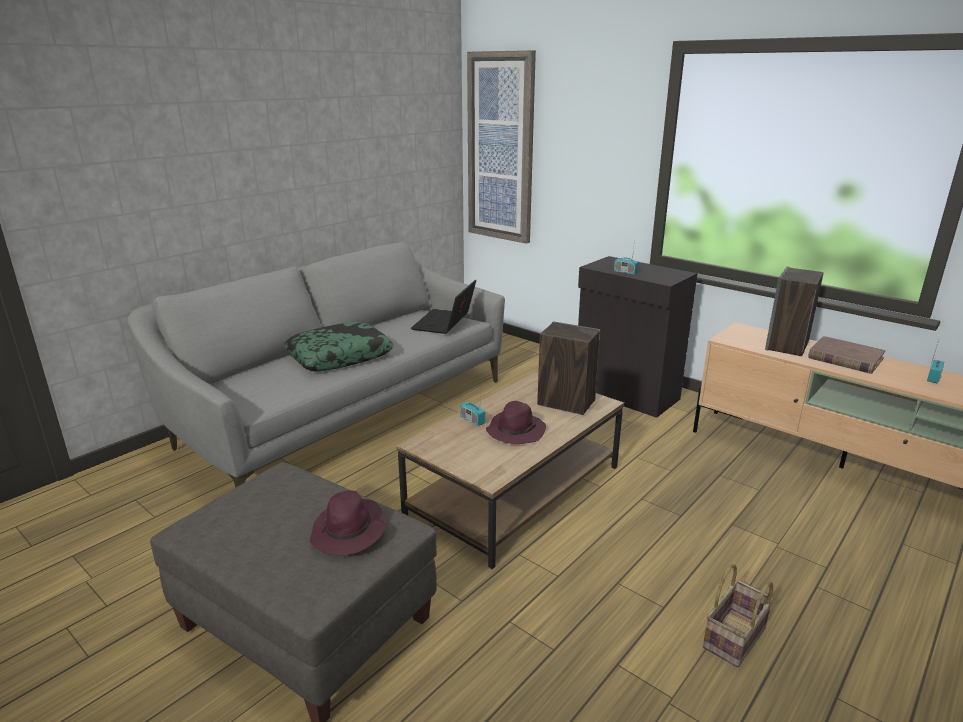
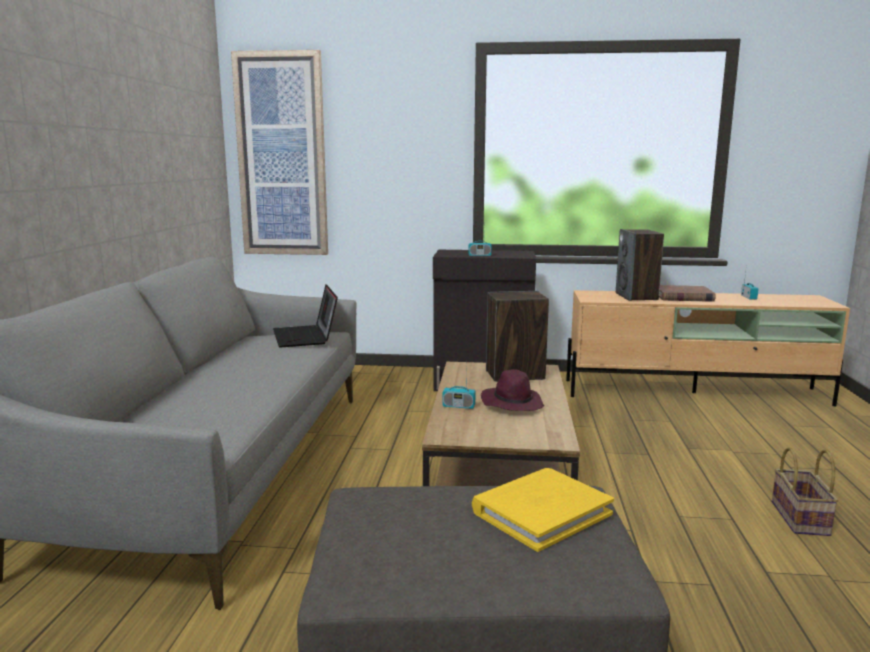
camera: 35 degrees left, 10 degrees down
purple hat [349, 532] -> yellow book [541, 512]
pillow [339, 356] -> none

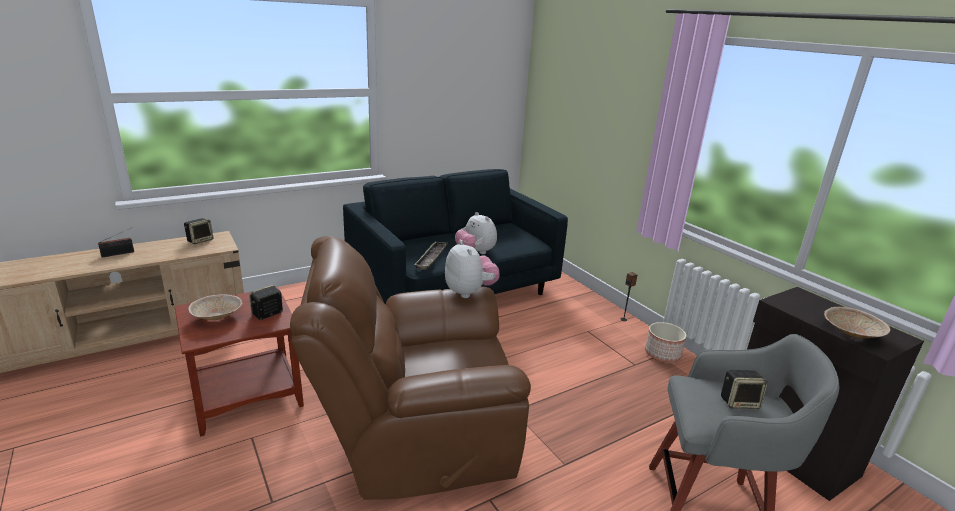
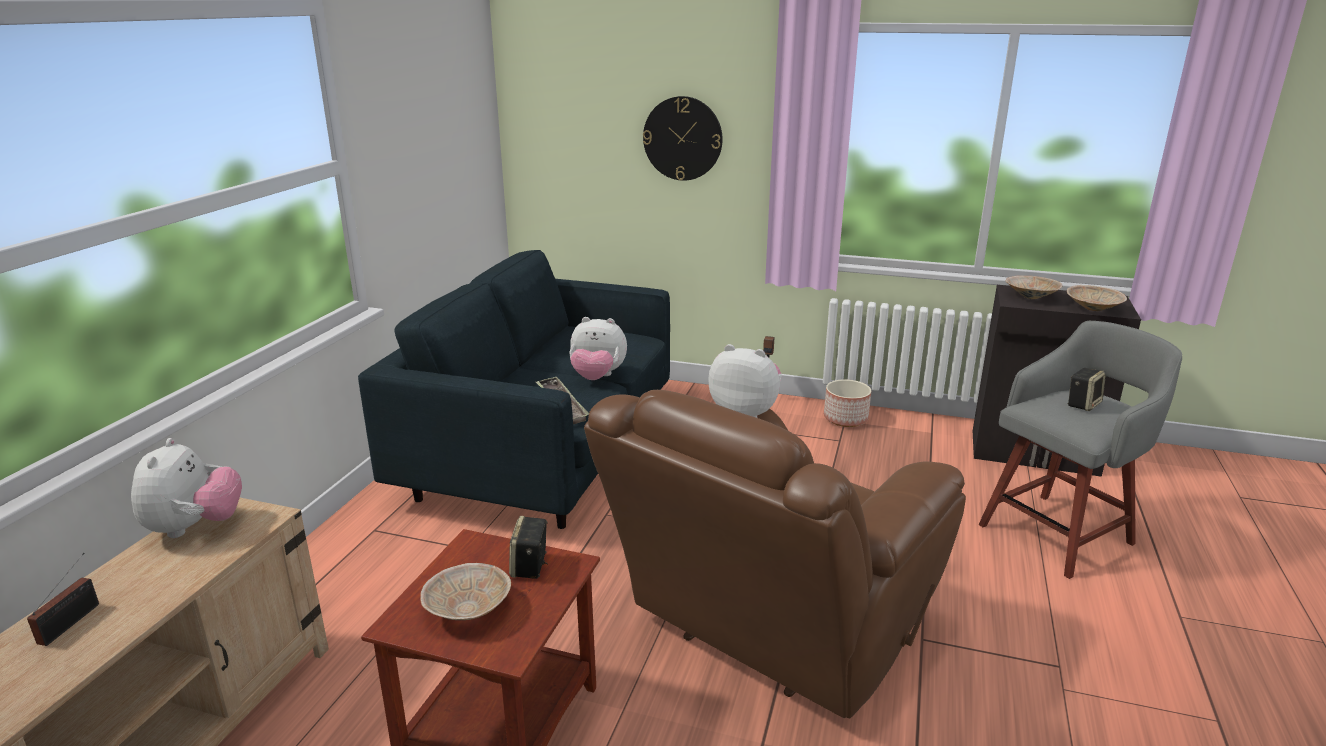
camera: 40 degrees left, 0 degrees up
speaker [200, 240] -> plush toy [195, 527]
none -> wall clock [682, 138]
none -> beige bowl [1030, 296]

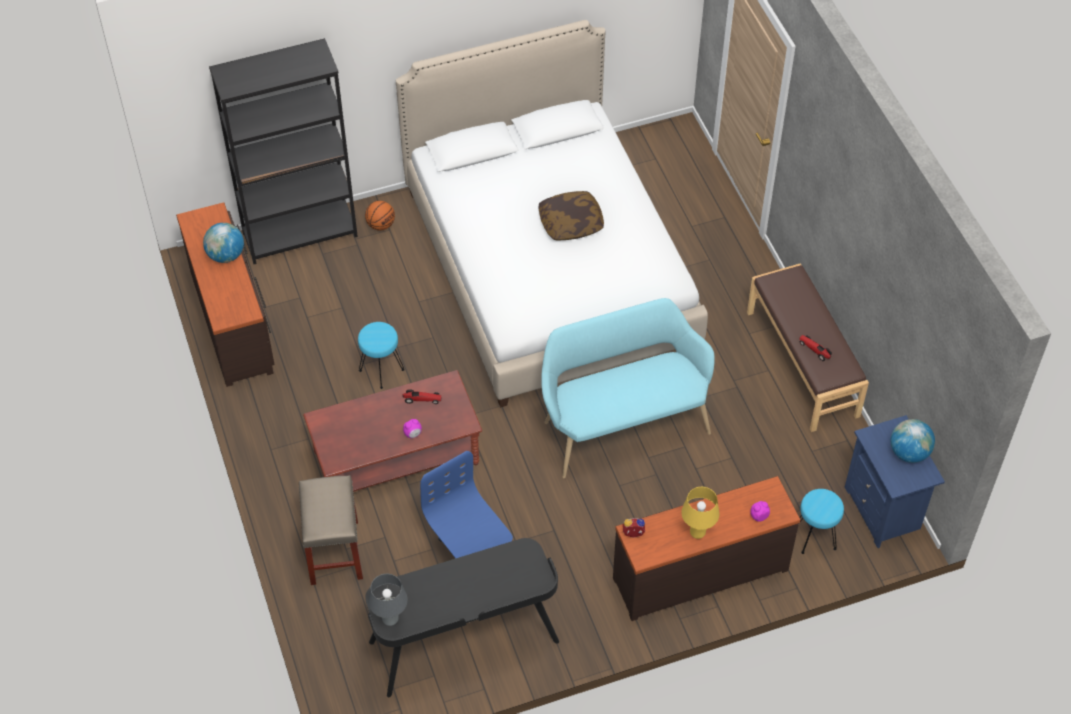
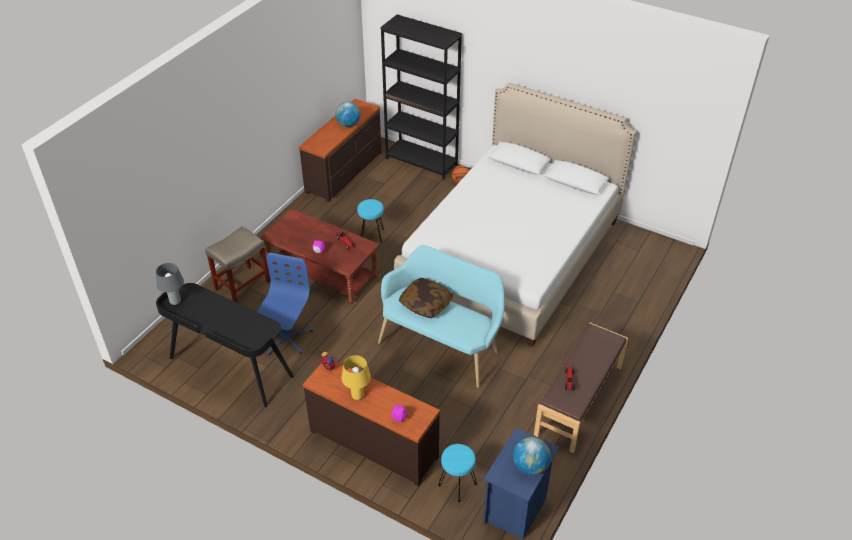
camera: 50 degrees right, 10 degrees down
pillow [571, 223] -> pillow [426, 304], move

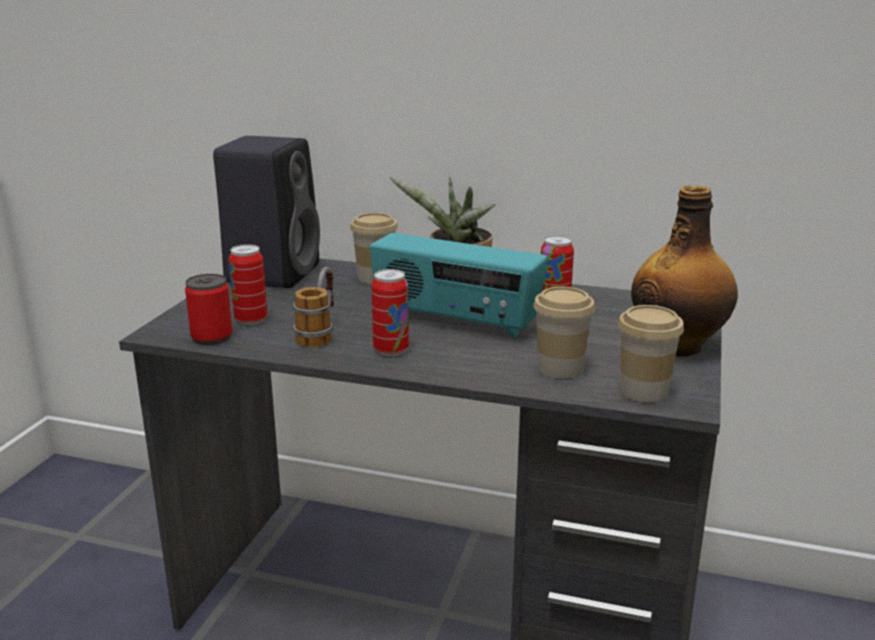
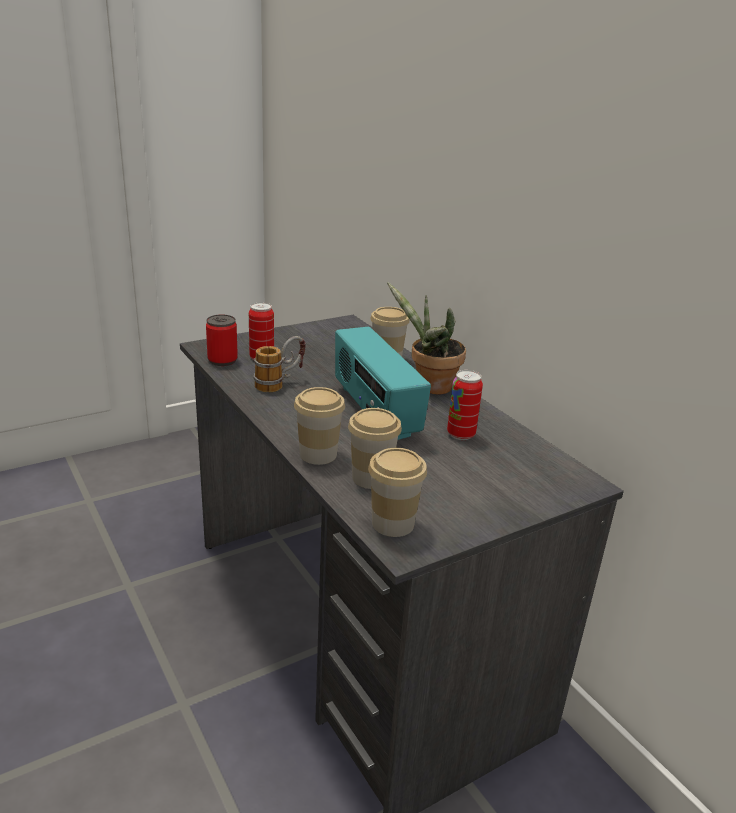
camera: 40 degrees right, 5 degrees up
none -> cup [318, 454]
black speaker [273, 272] -> none
can [391, 350] -> none
bottle [678, 346] -> none

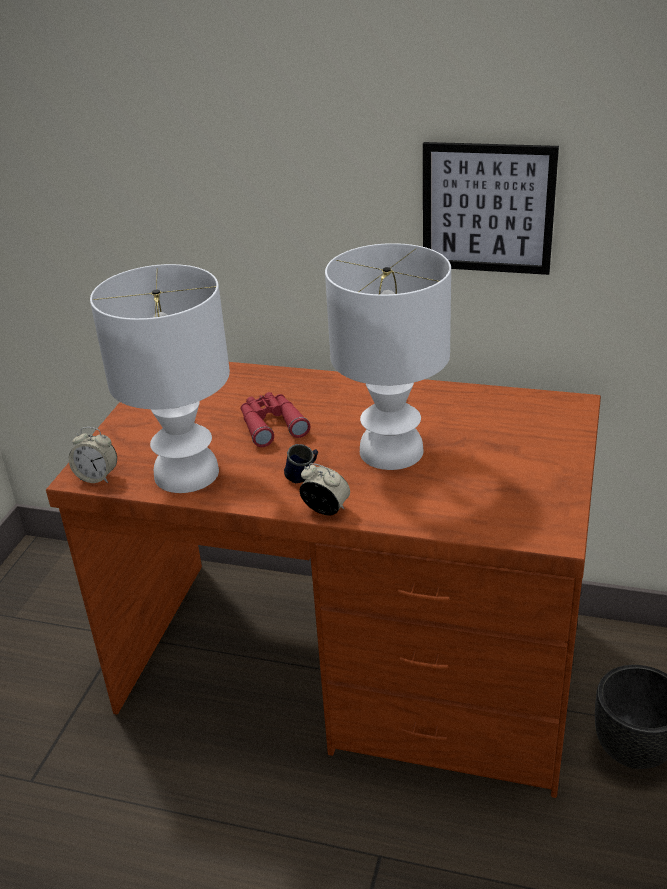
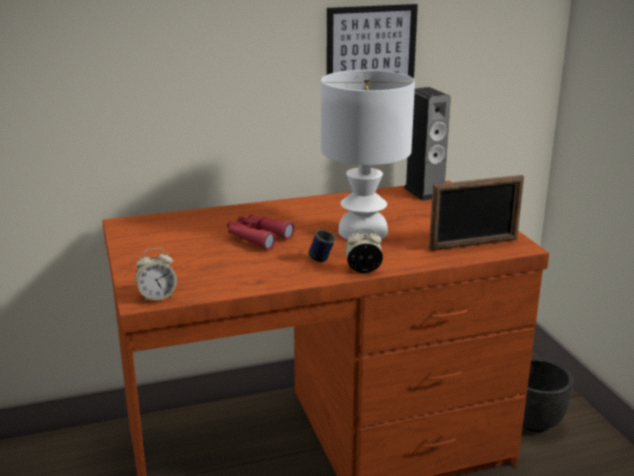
camera: 35 degrees left, 10 degrees down
none -> speaker [424, 192]
none -> picture frame [473, 244]
white table lamp [185, 474] -> none

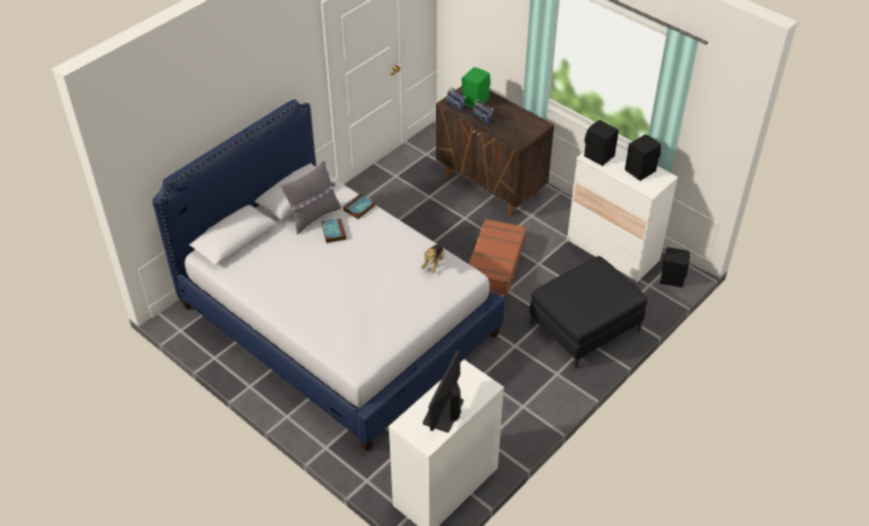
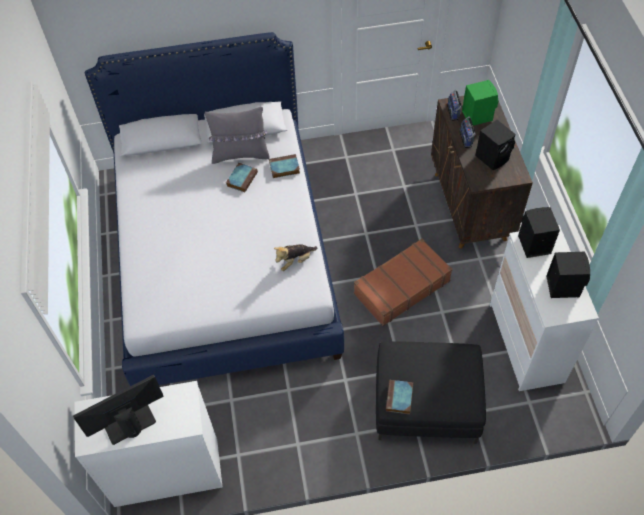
camera: 40 degrees right, 10 degrees up
none -> book [399, 399]
black speaker [672, 278] -> black speaker [493, 157], move

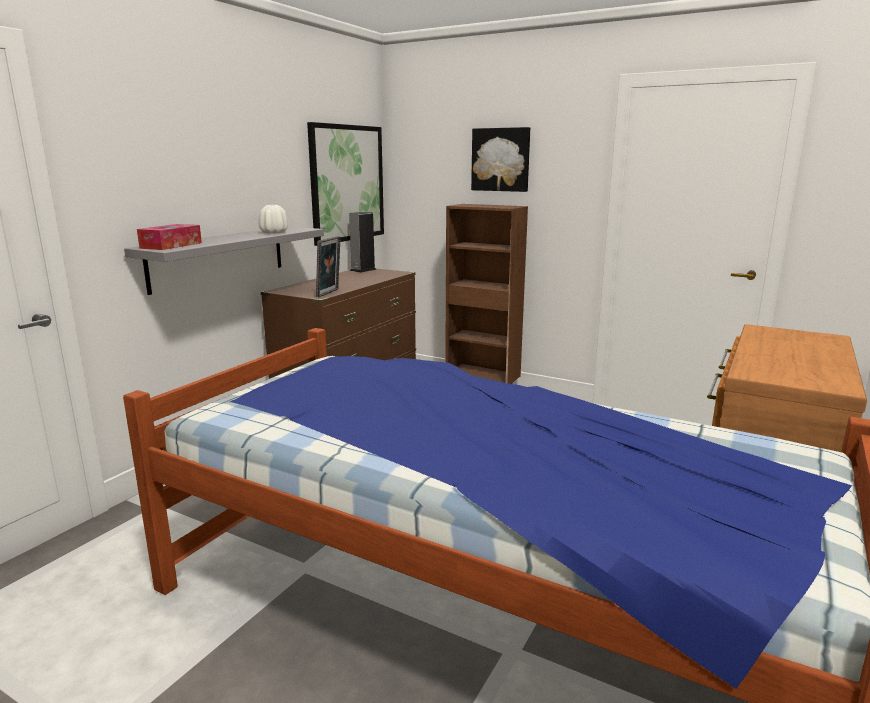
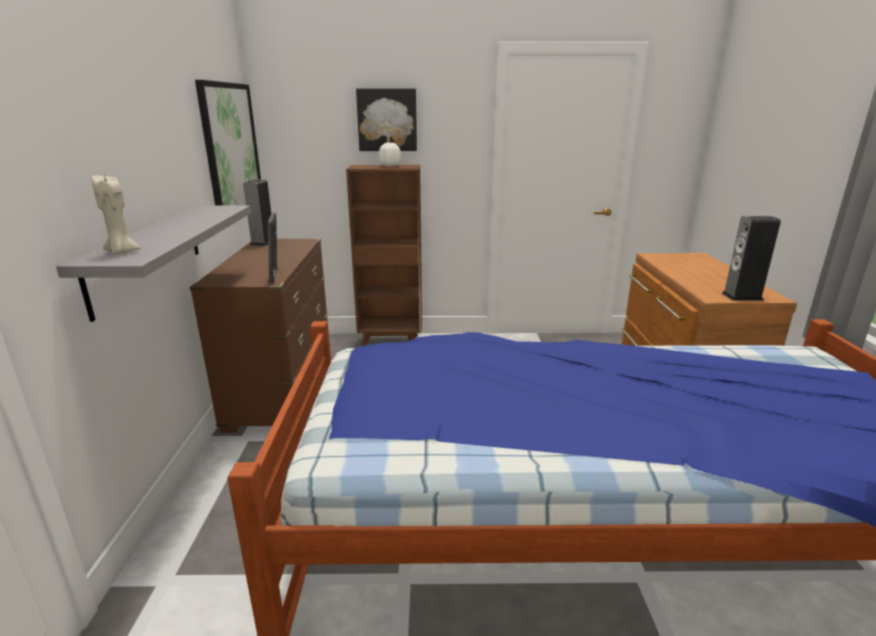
camera: 30 degrees left, 5 degrees up
tissue box [171, 245] -> beige candle [122, 252]
white vase [274, 233] -> white vase [390, 166], move
none -> speaker [742, 296]

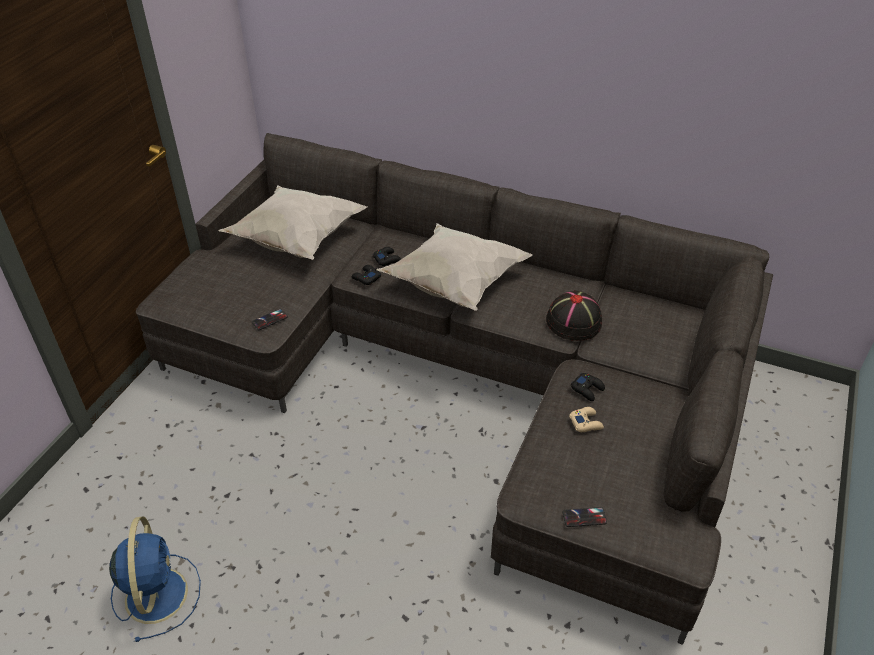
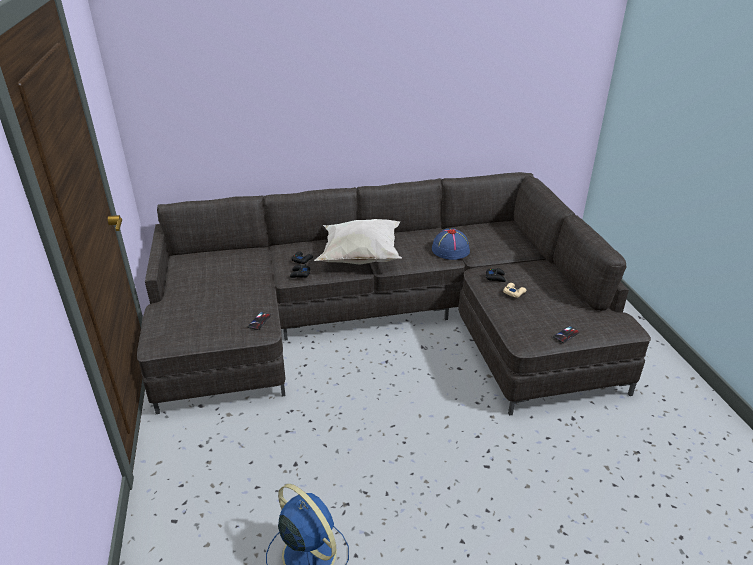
camera: 35 degrees left, 10 degrees down
black hat [574, 321] -> blue hat [450, 249]
white pillow [296, 240] -> none

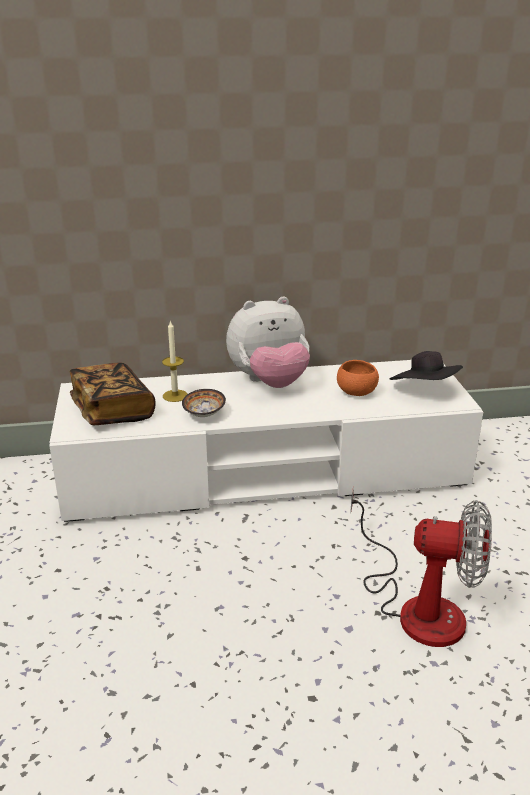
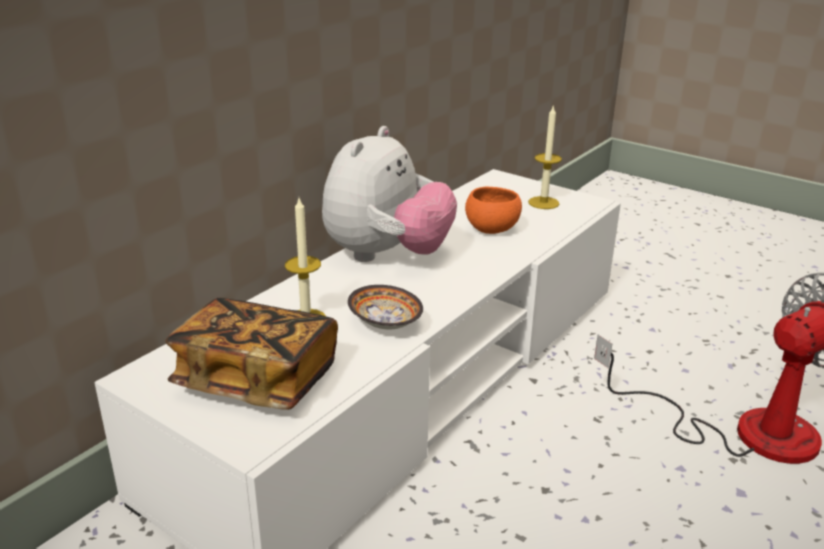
camera: 45 degrees left, 0 degrees up
black hat [425, 390] -> candle [543, 203]

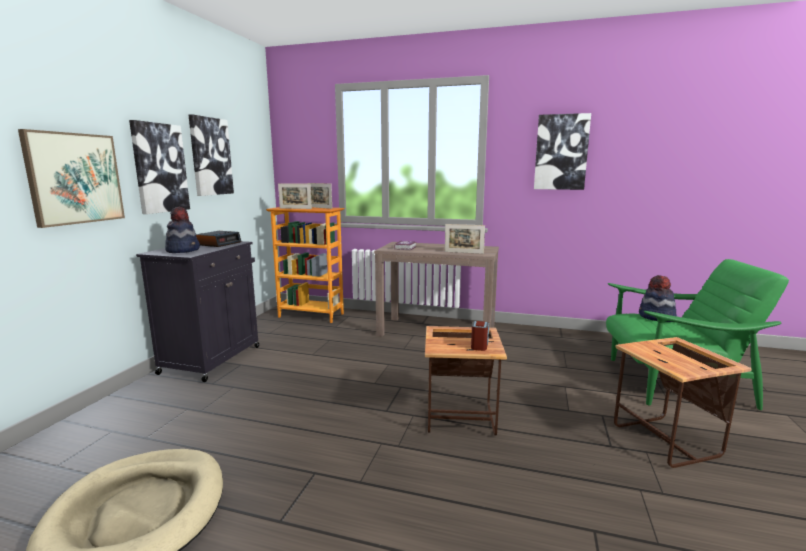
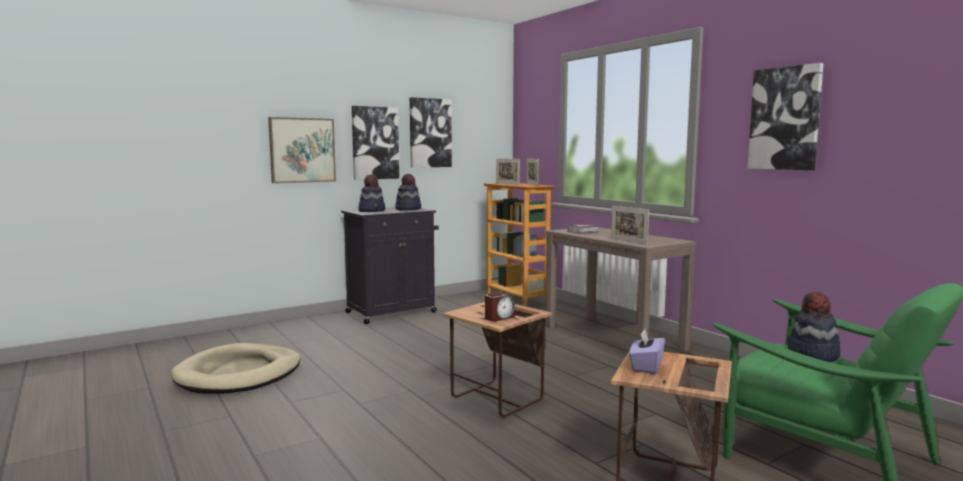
camera: 40 degrees right, 5 degrees down
alarm clock [218, 243] -> hat [408, 209]
none -> purple tissue box [646, 366]

